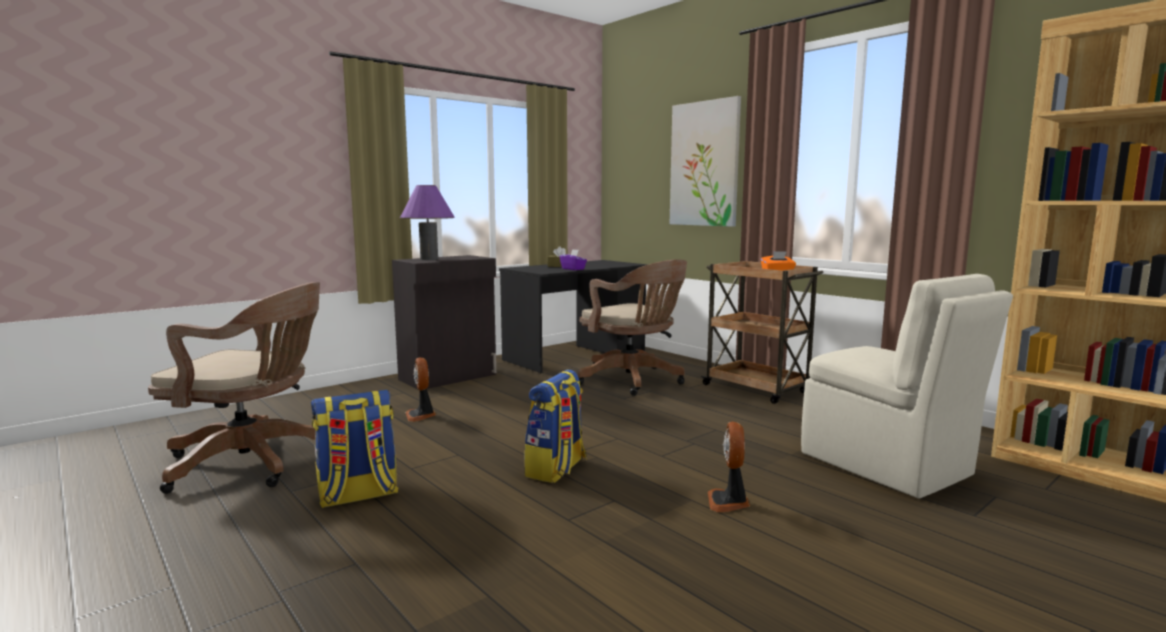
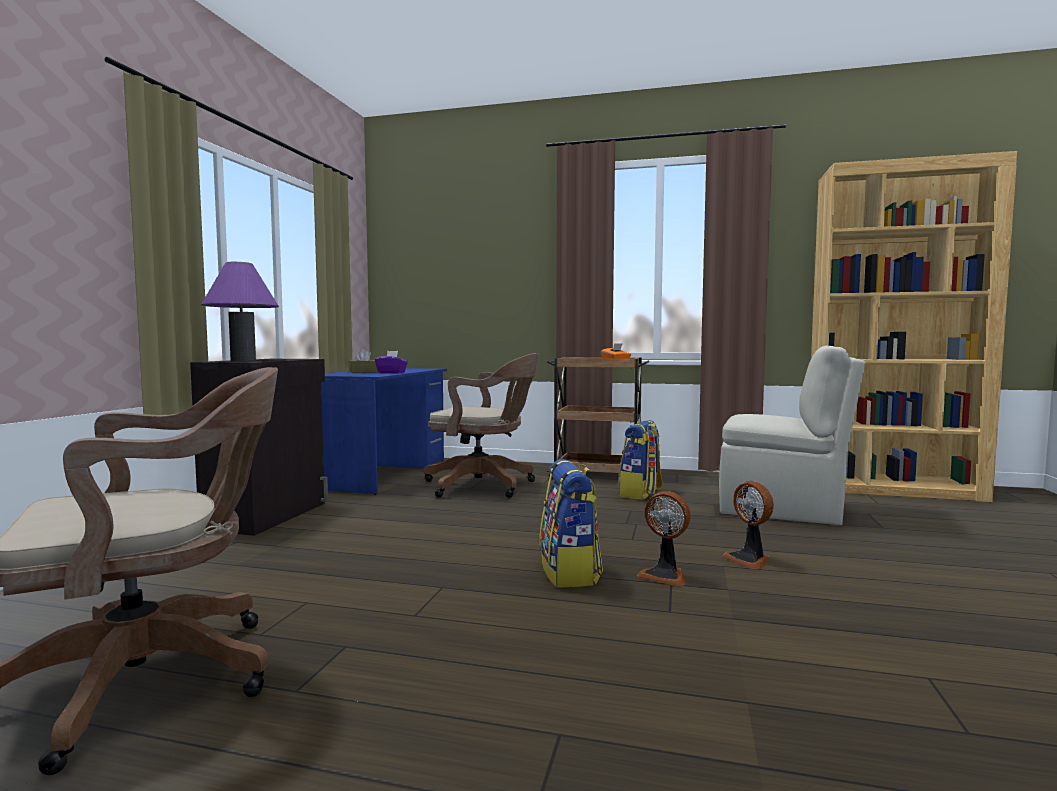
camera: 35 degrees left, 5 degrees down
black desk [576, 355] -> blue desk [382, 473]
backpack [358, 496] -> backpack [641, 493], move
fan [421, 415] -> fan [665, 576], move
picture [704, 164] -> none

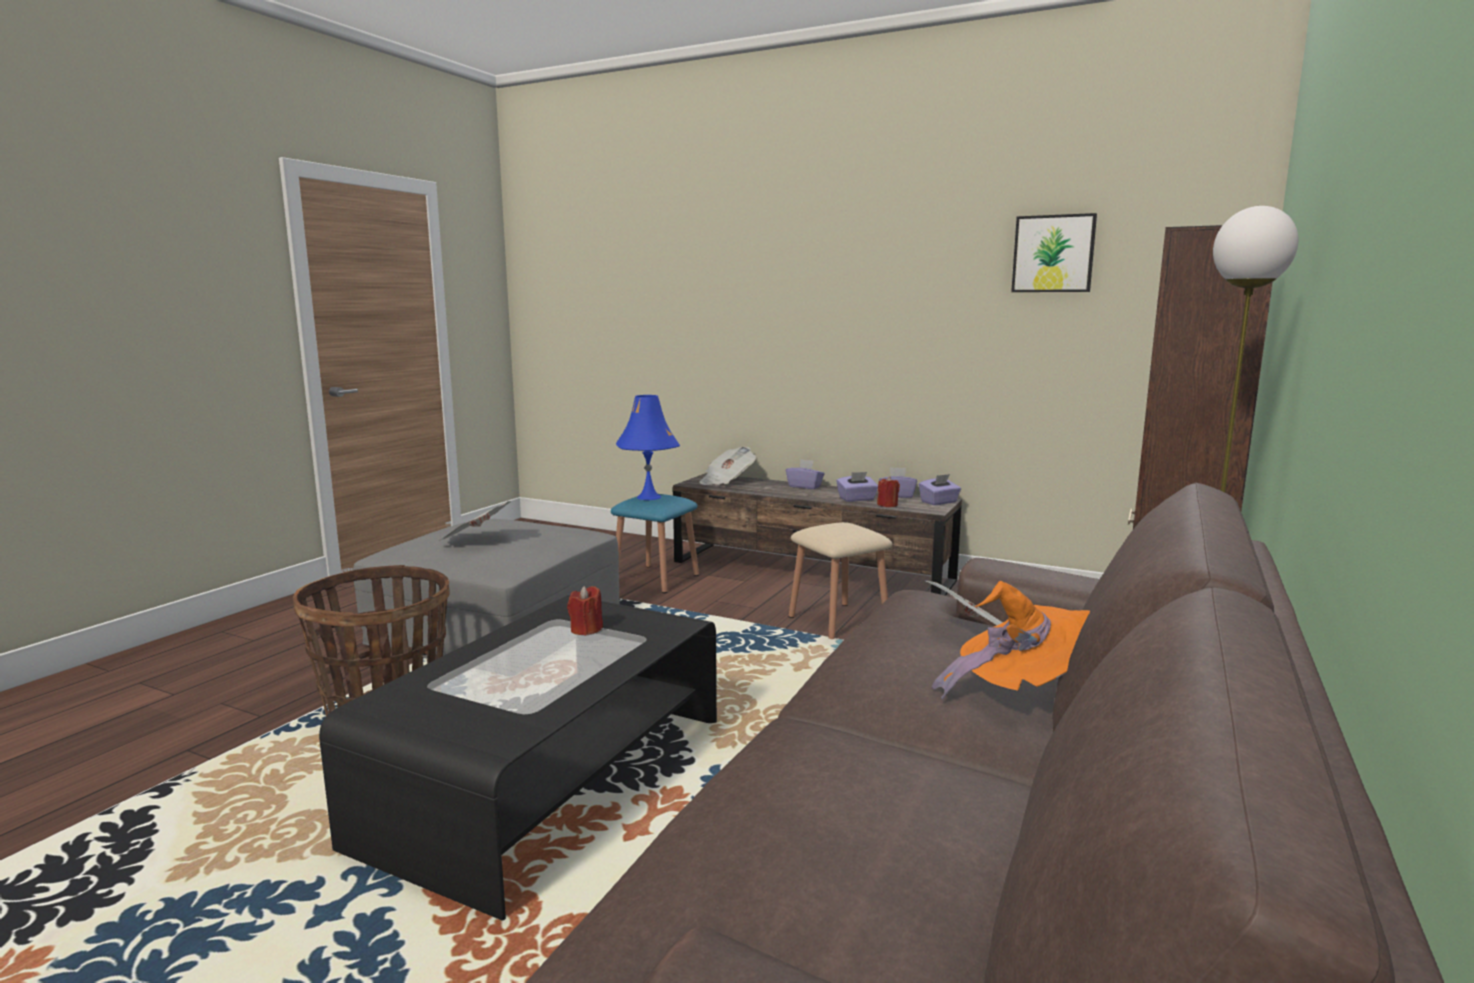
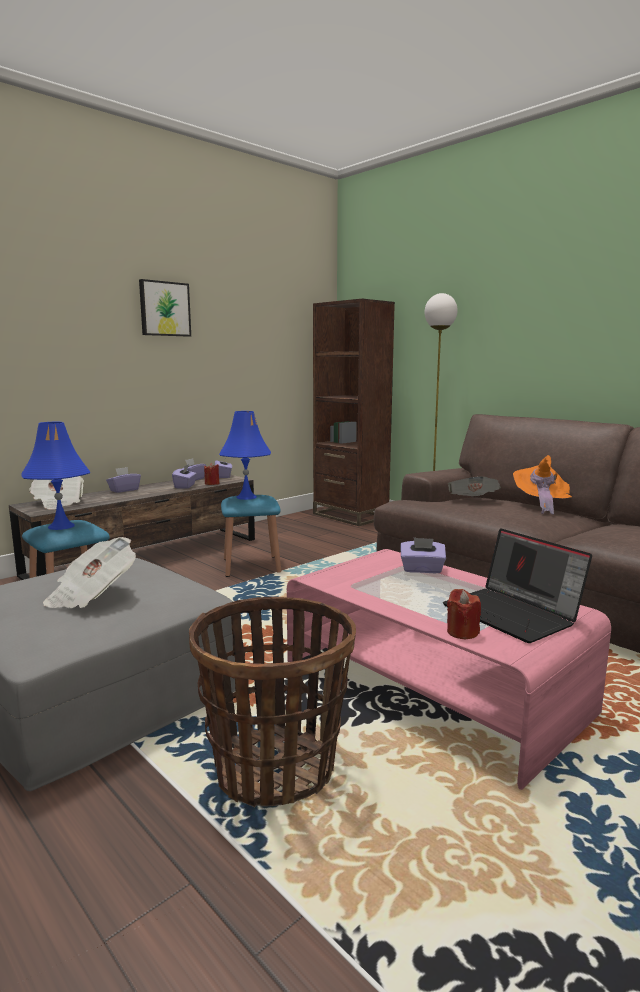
camera: 70 degrees left, 0 degrees up
picture [1053, 254] -> picture [164, 309], move
none -> blue table lamp [246, 497]
beige stool [838, 621] -> blue stool [251, 566]
black coffee table [550, 779] -> pink coffee table [432, 686]
none -> purple tissue box [422, 569]
none -> laptop [513, 614]
red candle [586, 629] -> red candle [462, 632], move

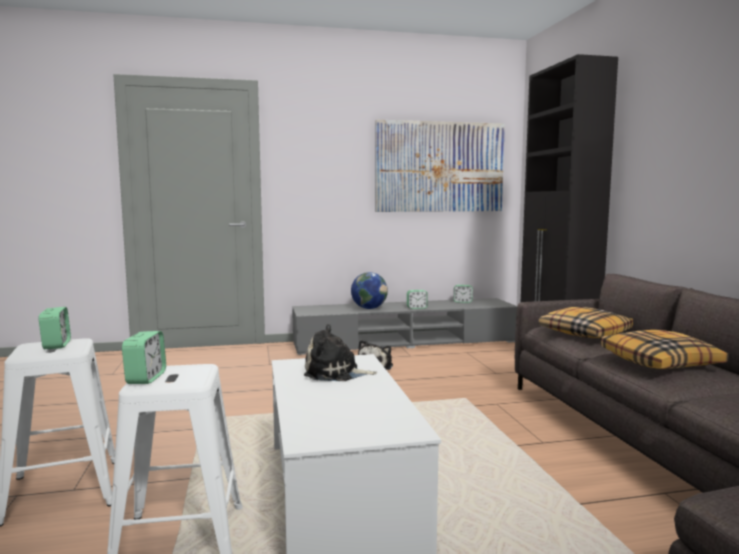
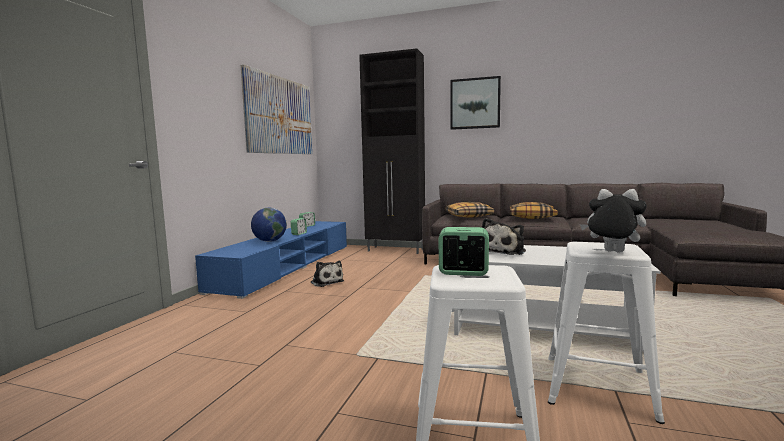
camera: 60 degrees left, 0 degrees up
grey tv stand [405, 342] -> blue tv stand [288, 266]
none -> picture [475, 103]
alarm clock [146, 378] -> plush toy [612, 252]

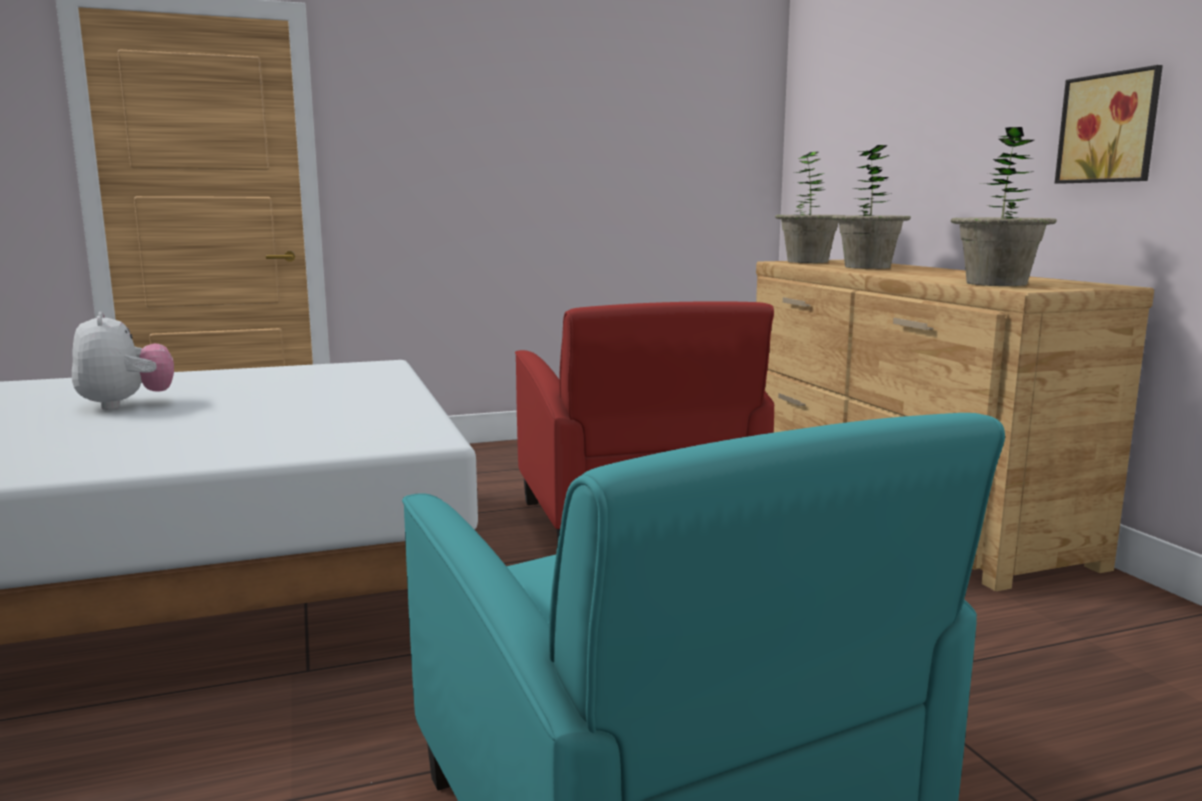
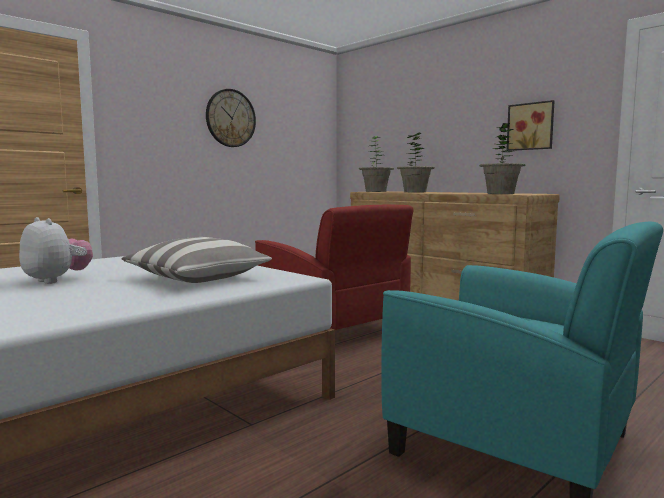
camera: 25 degrees left, 5 degrees down
none -> pillow [198, 278]
none -> wall clock [230, 118]

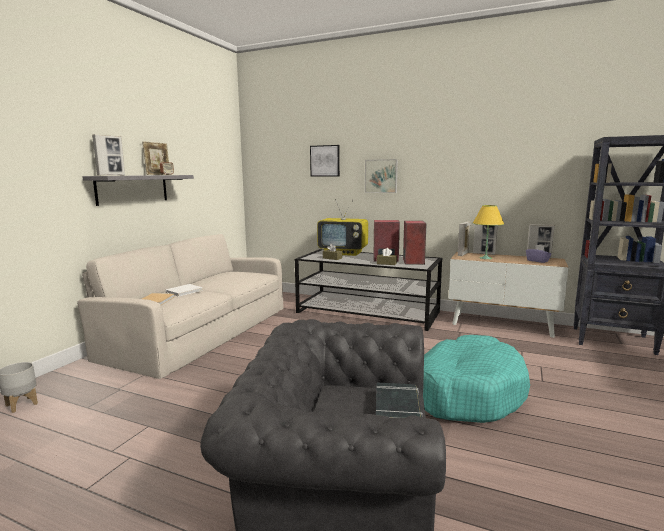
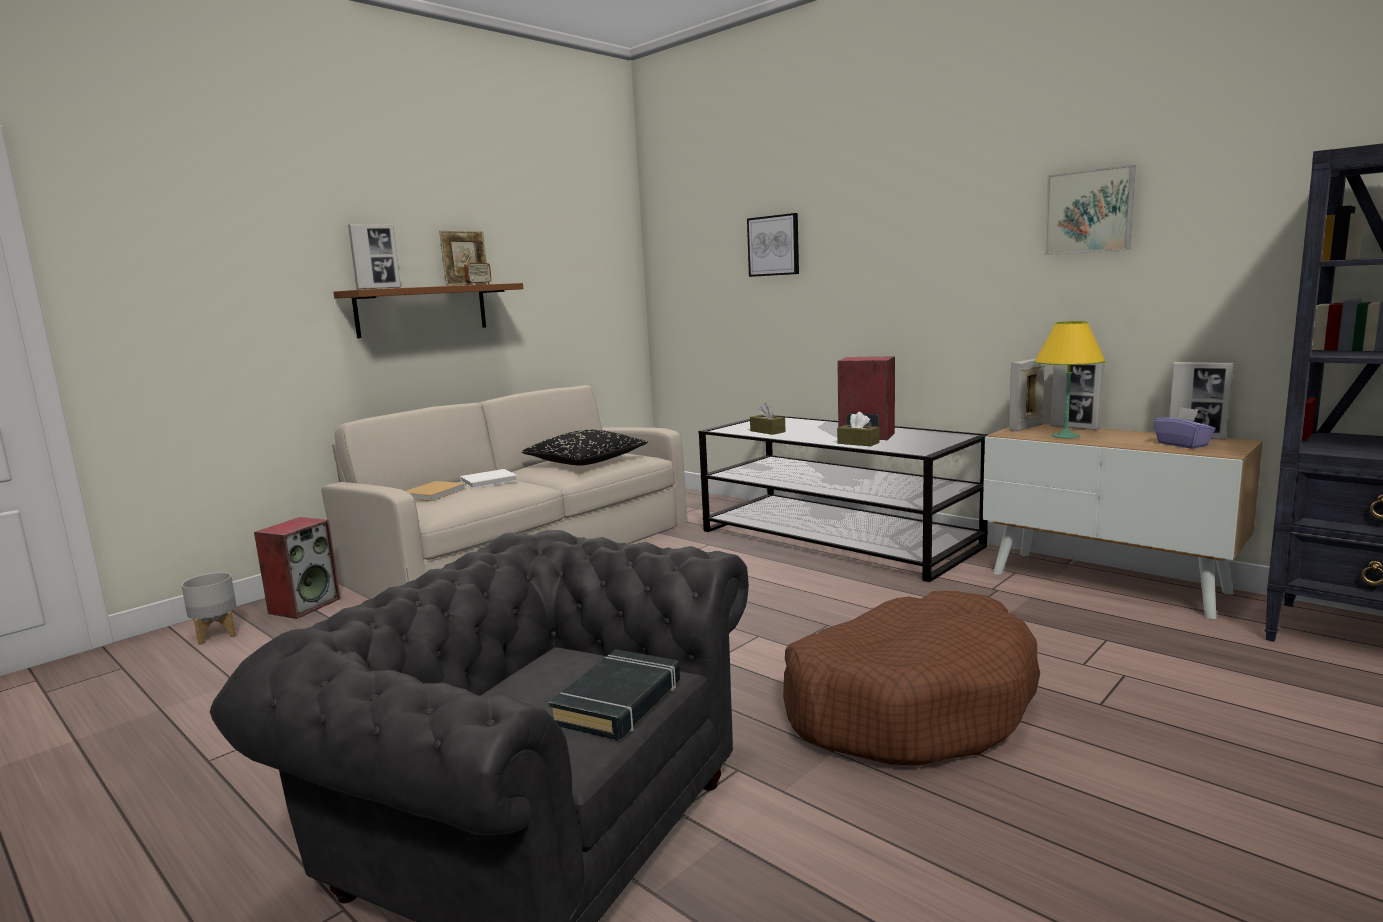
camera: 20 degrees right, 0 degrees up
speaker [413, 261] -> speaker [305, 605], move
grey shelf [132, 189] -> brown shelf [422, 310]
none -> black pillow [585, 462]
turquoise dog bed [466, 392] -> brown dog bed [909, 704]
picture [381, 176] -> picture [1090, 211], move
television [343, 253] -> none

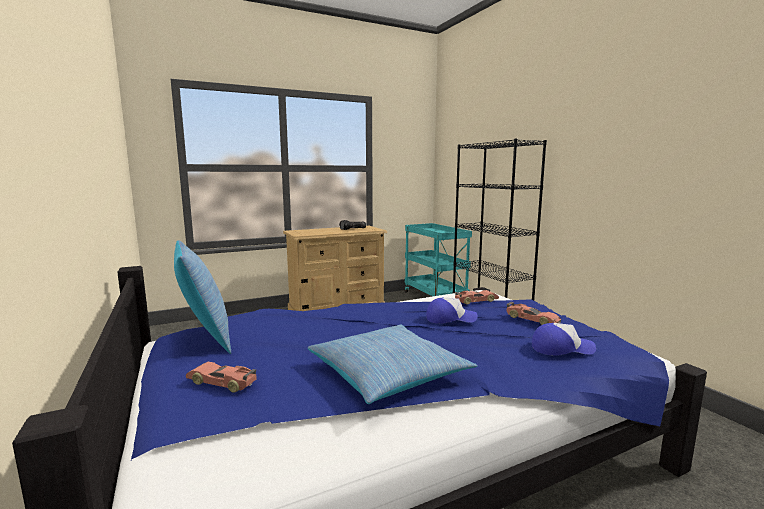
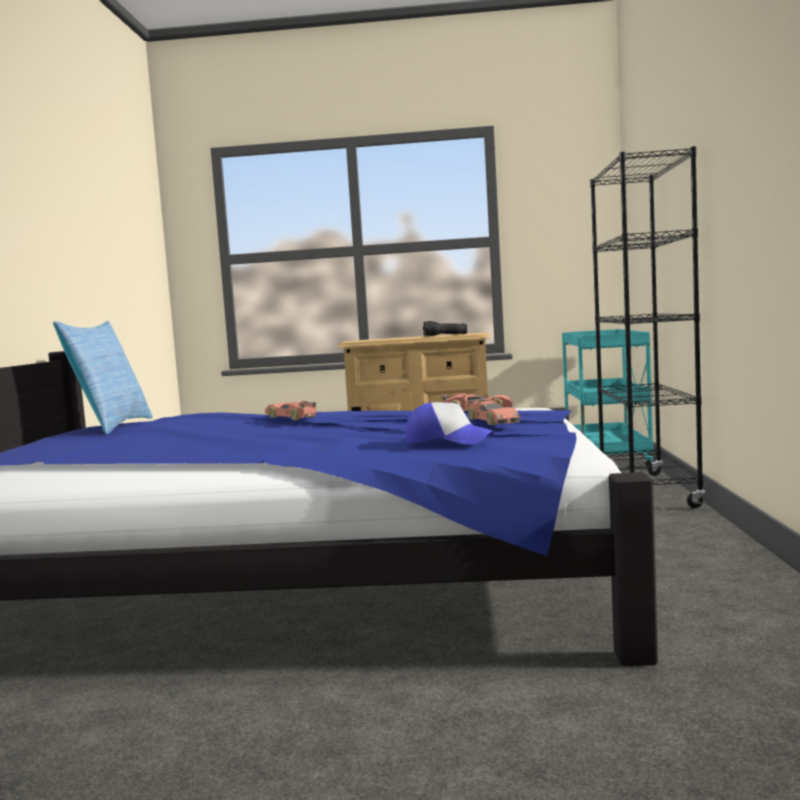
camera: 30 degrees right, 5 degrees down
toy car [222, 382] -> toy car [291, 417], move
pillow [388, 373] -> none
cap [450, 318] -> none

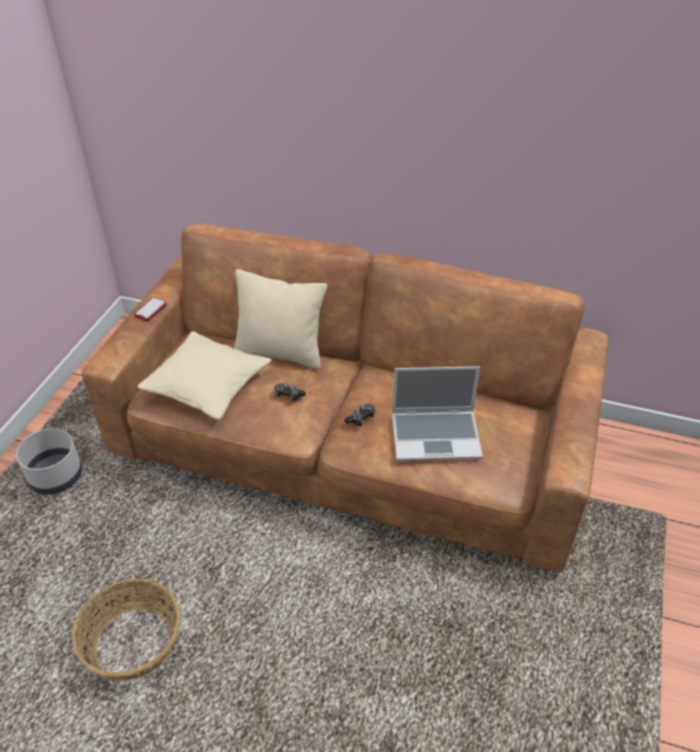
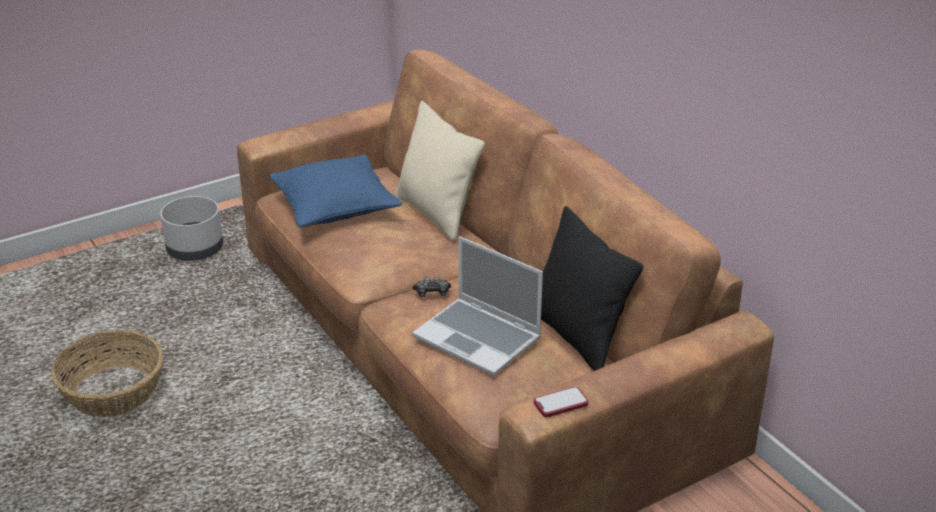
camera: 40 degrees right, 10 degrees down
beige pillow [207, 386] -> blue pillow [335, 206]
phone [151, 310] -> phone [560, 403], move
none -> black pillow [578, 336]
game controller [288, 395] -> none

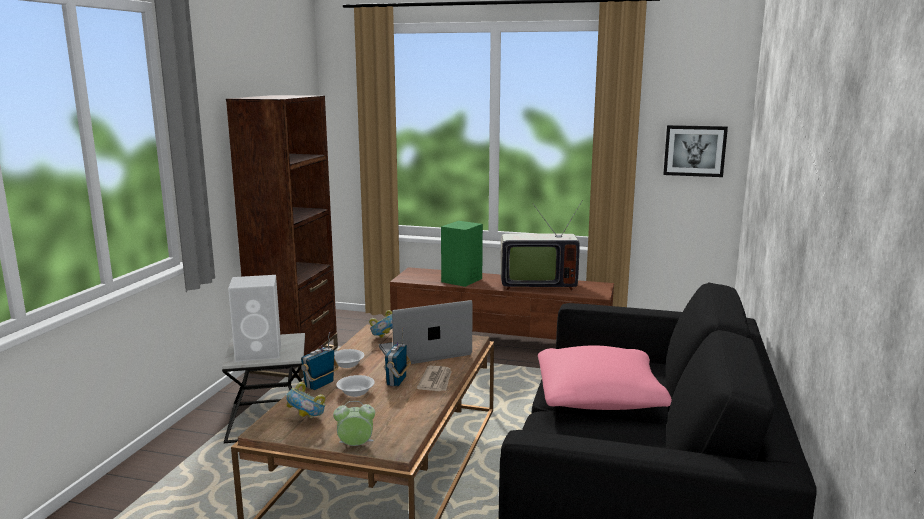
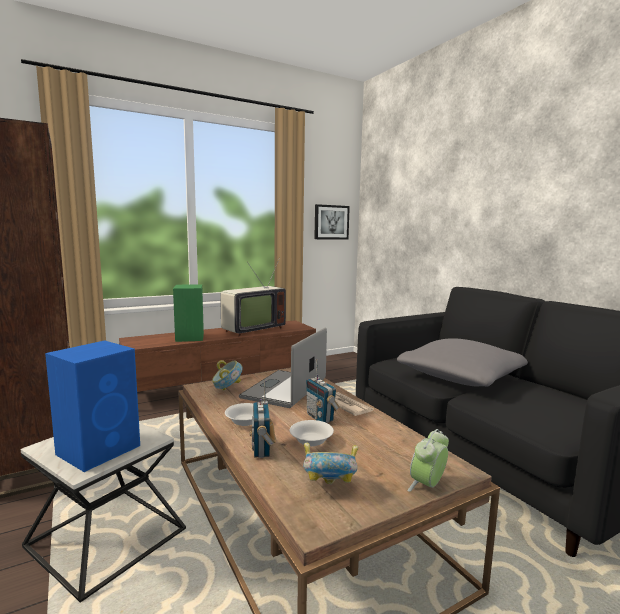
camera: 45 degrees left, 5 degrees down
white speaker [260, 352] -> blue speaker [100, 449]
pink pillow [599, 397] -> grey pillow [461, 377]

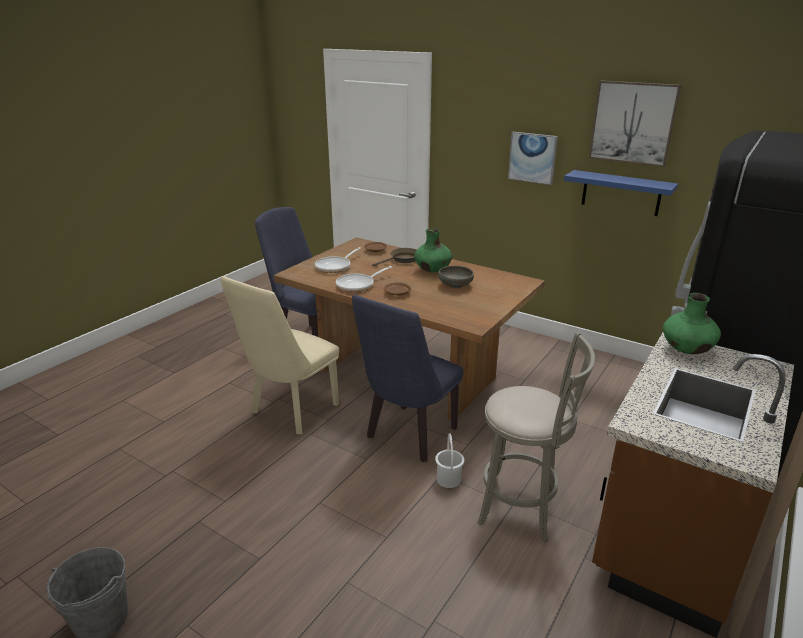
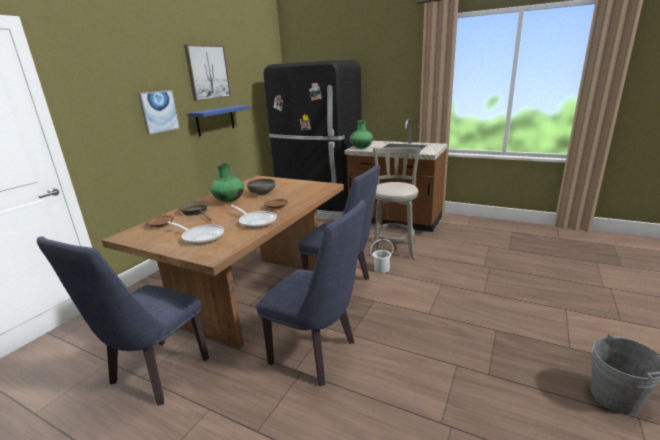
camera: 95 degrees left, 5 degrees down
beige chair [290, 412] -> blue chair [319, 354]

